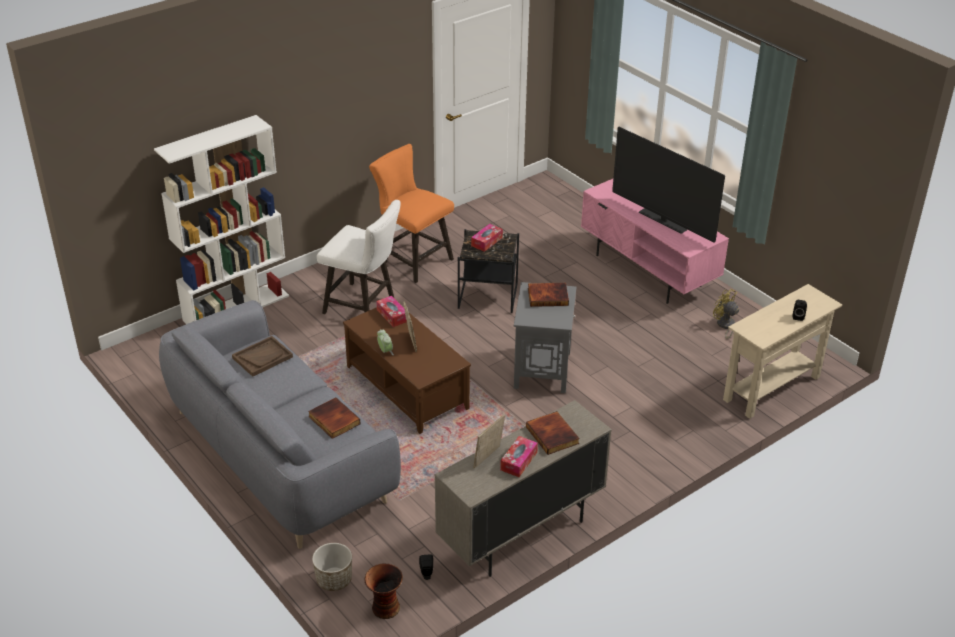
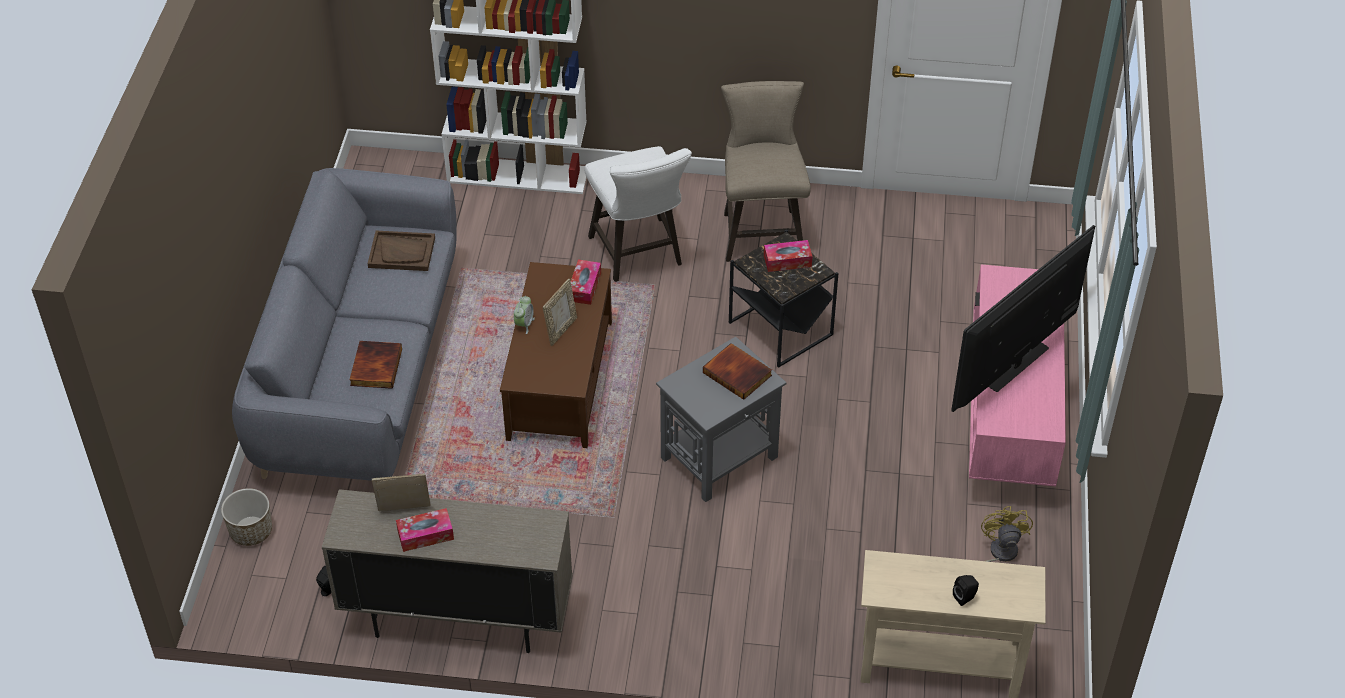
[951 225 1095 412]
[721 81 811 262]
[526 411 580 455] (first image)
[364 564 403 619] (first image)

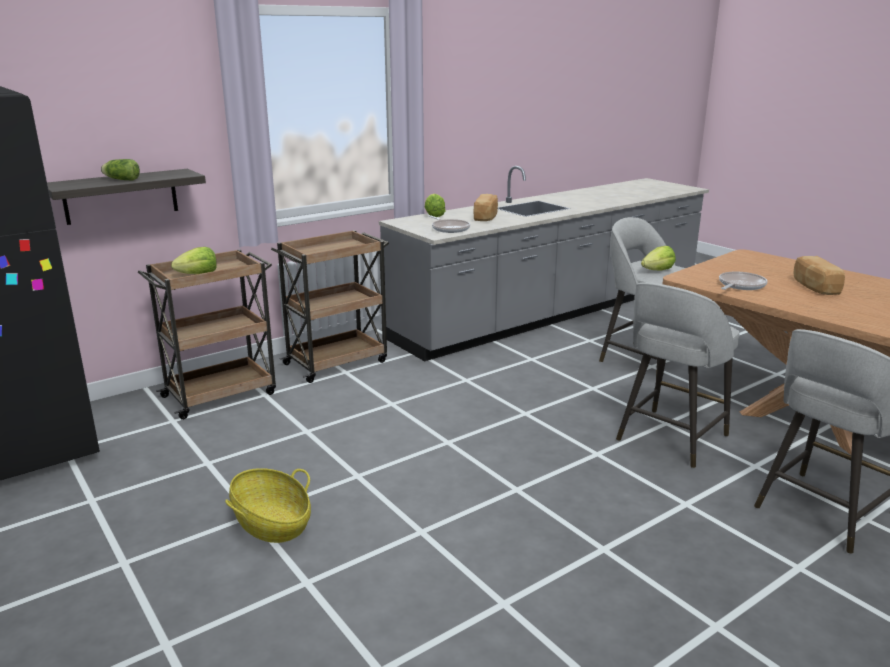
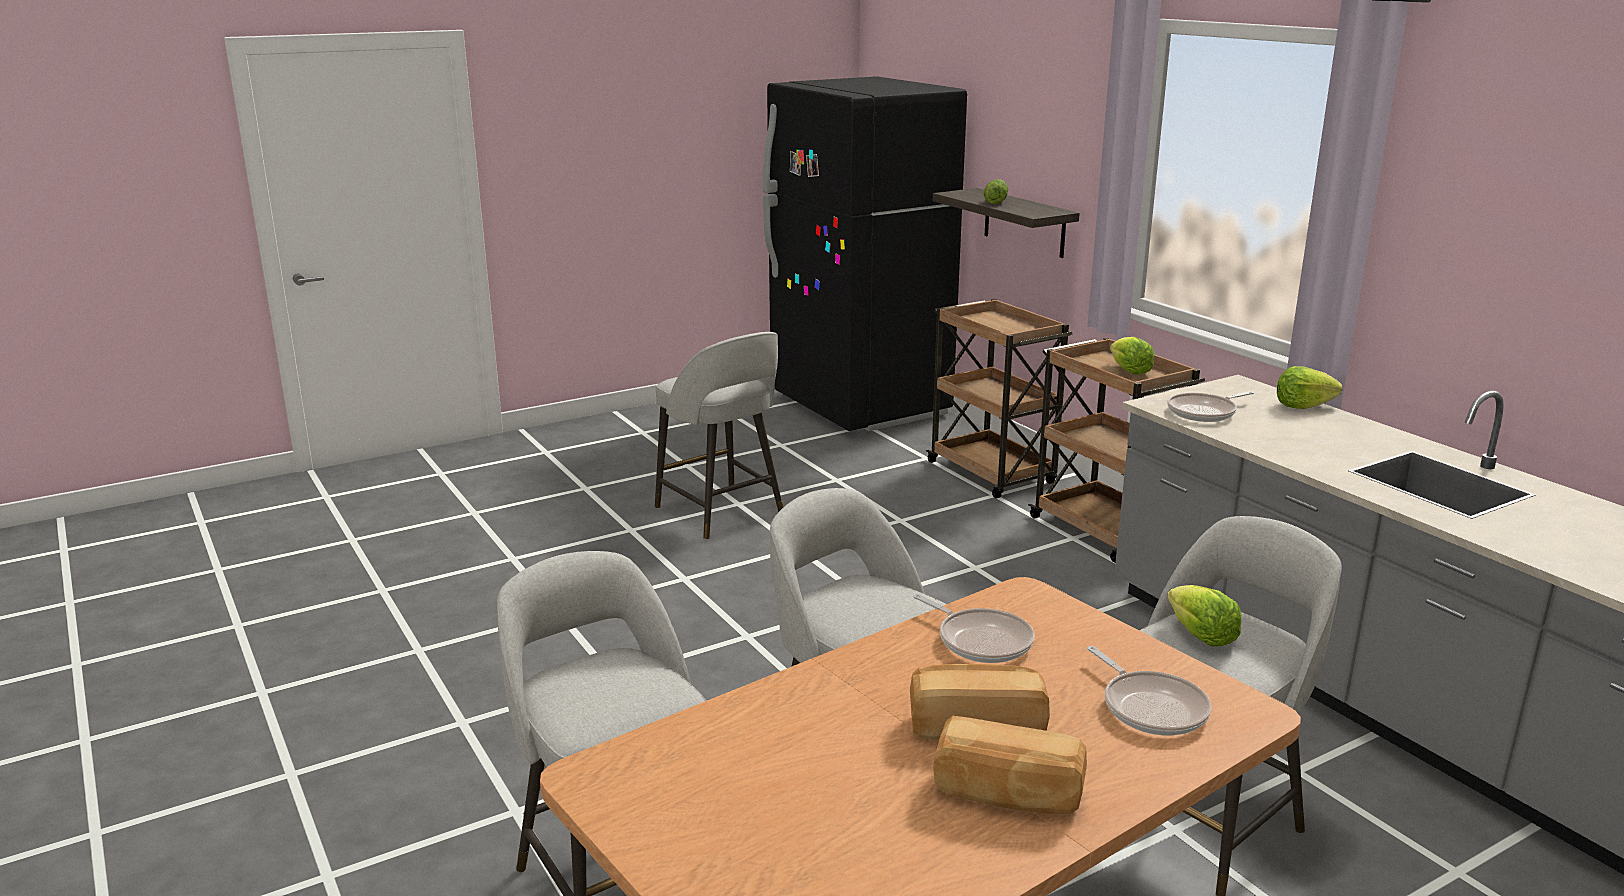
[933 716 1087 814]
[1110 337 1154 375]
[655 332 783 540]
[1087 646 1211 736]

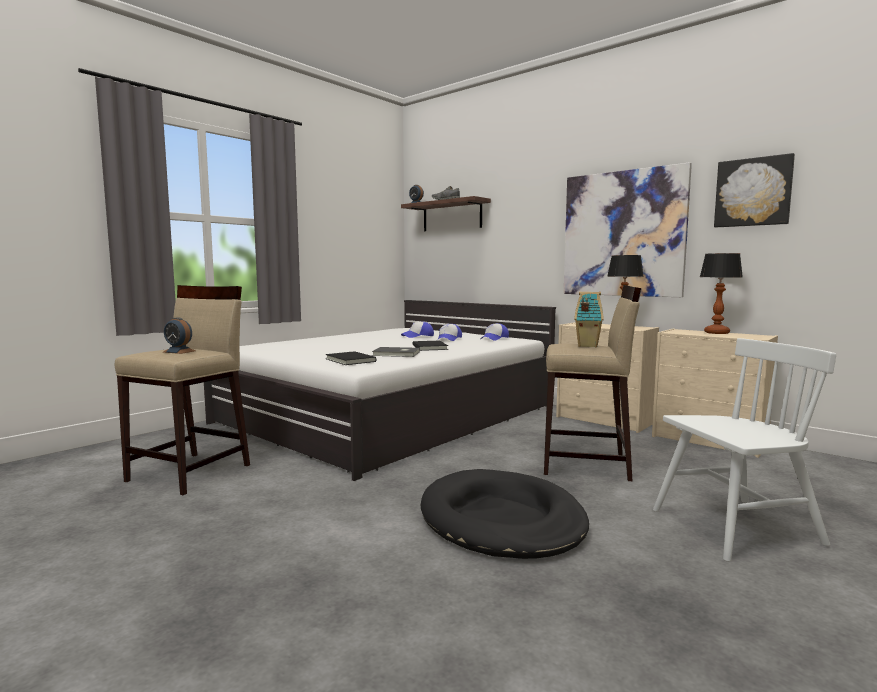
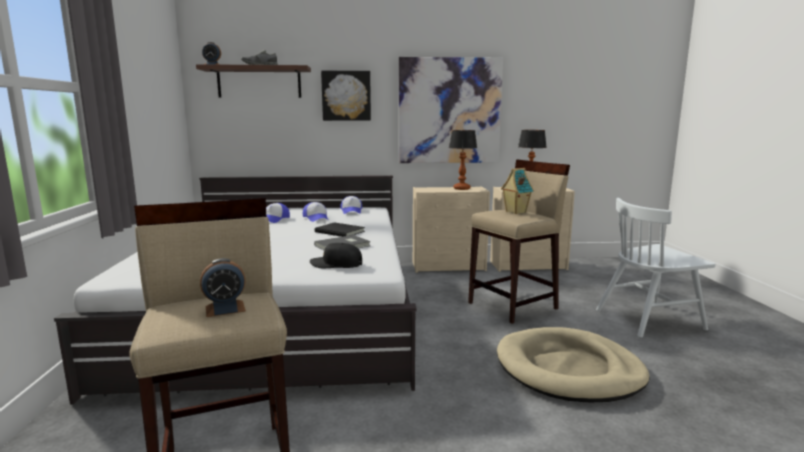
[321 71 371 121]
[596 198 715 338]
[310 243 362 268]
[497 327 649 402]

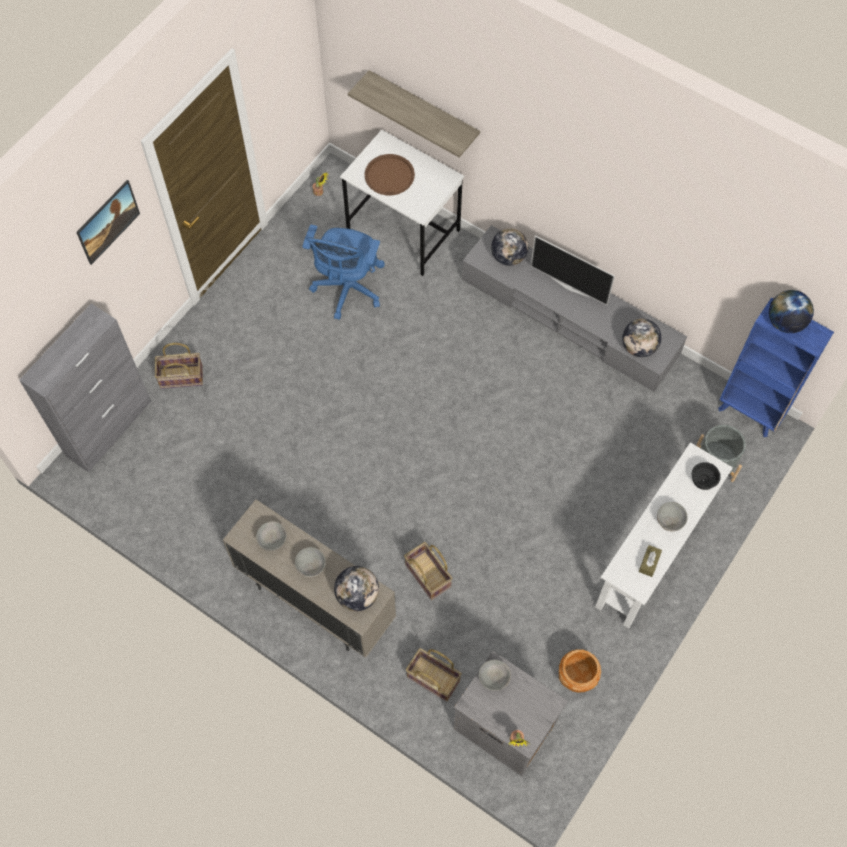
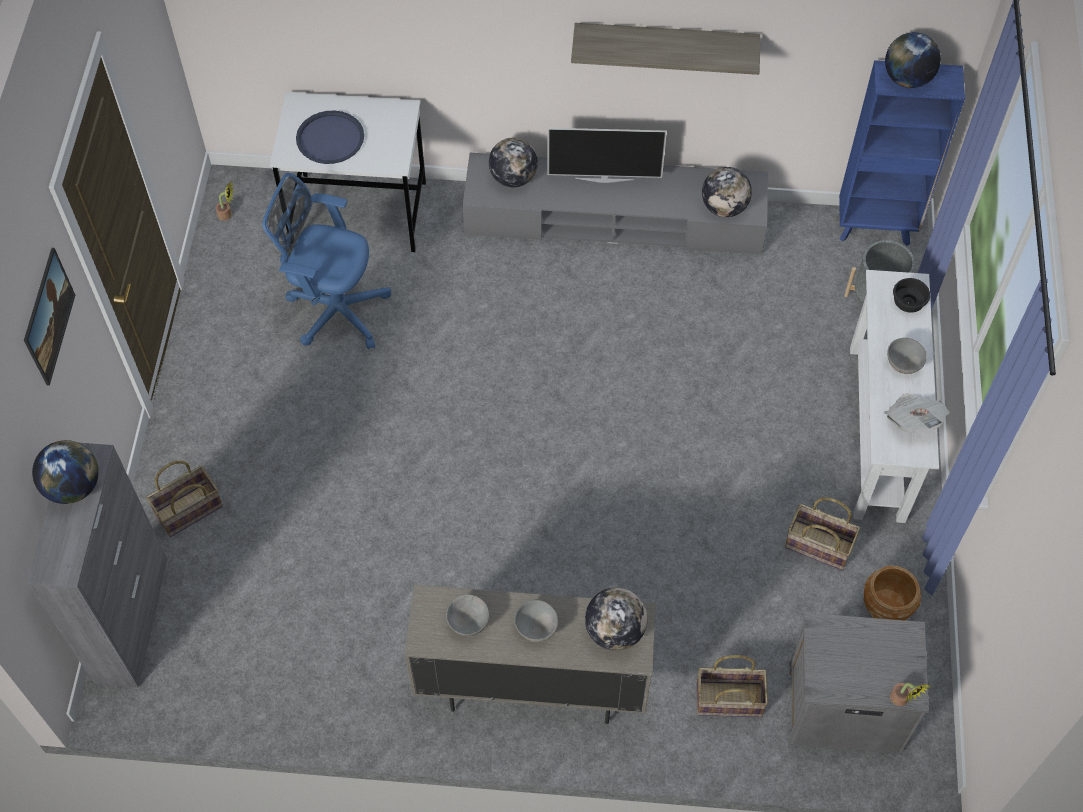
[571 23 760 75]
[296 111 364 164]
[262 173 391 350]
[785 497 860 570]
[884 393 950 433]
[479 660 511 691] (first image)
[32 440 99 504]

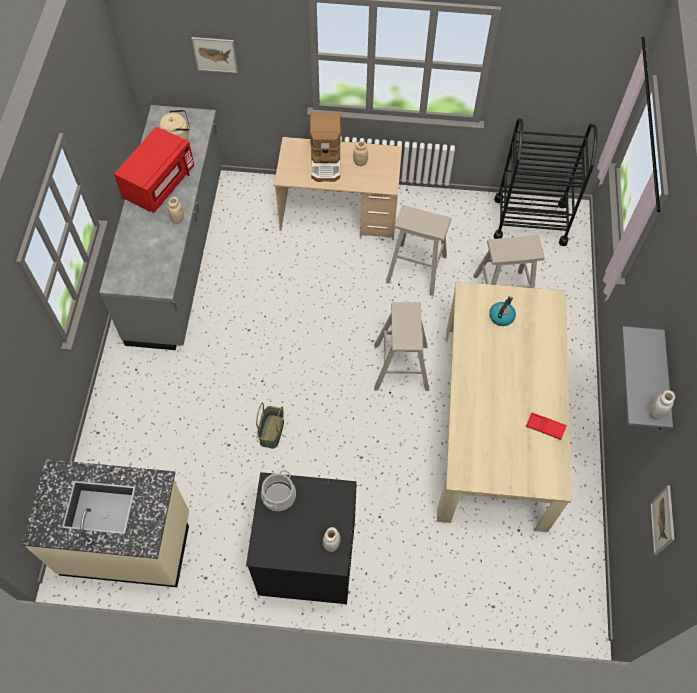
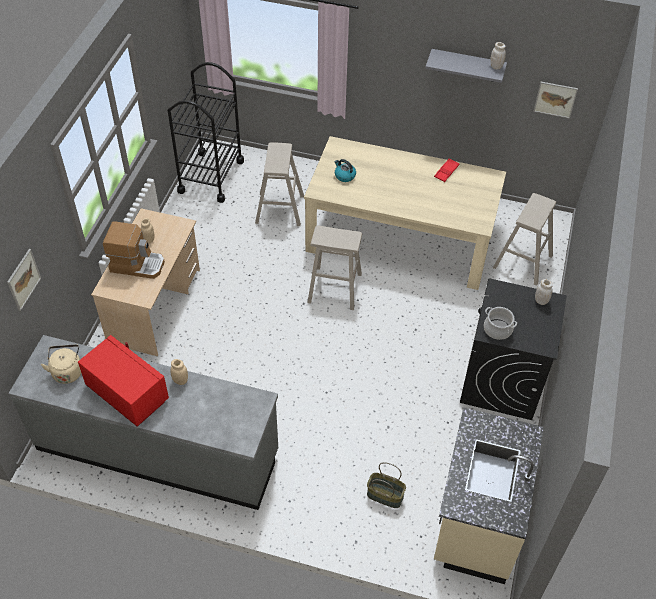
[493 193 556 286]
[367 462 406 508]

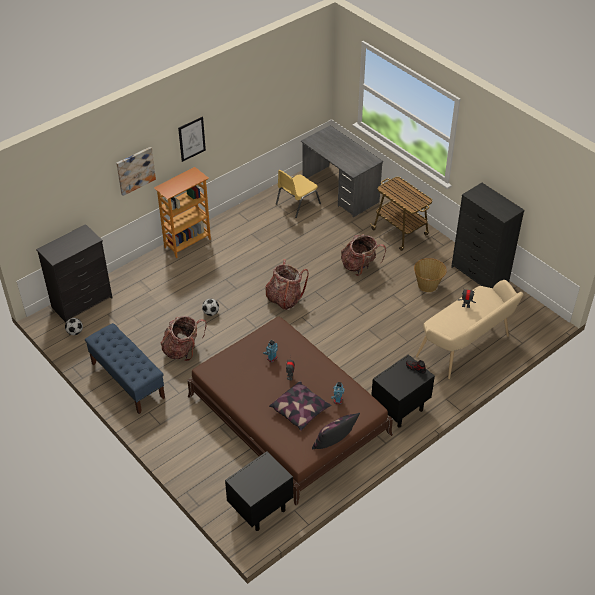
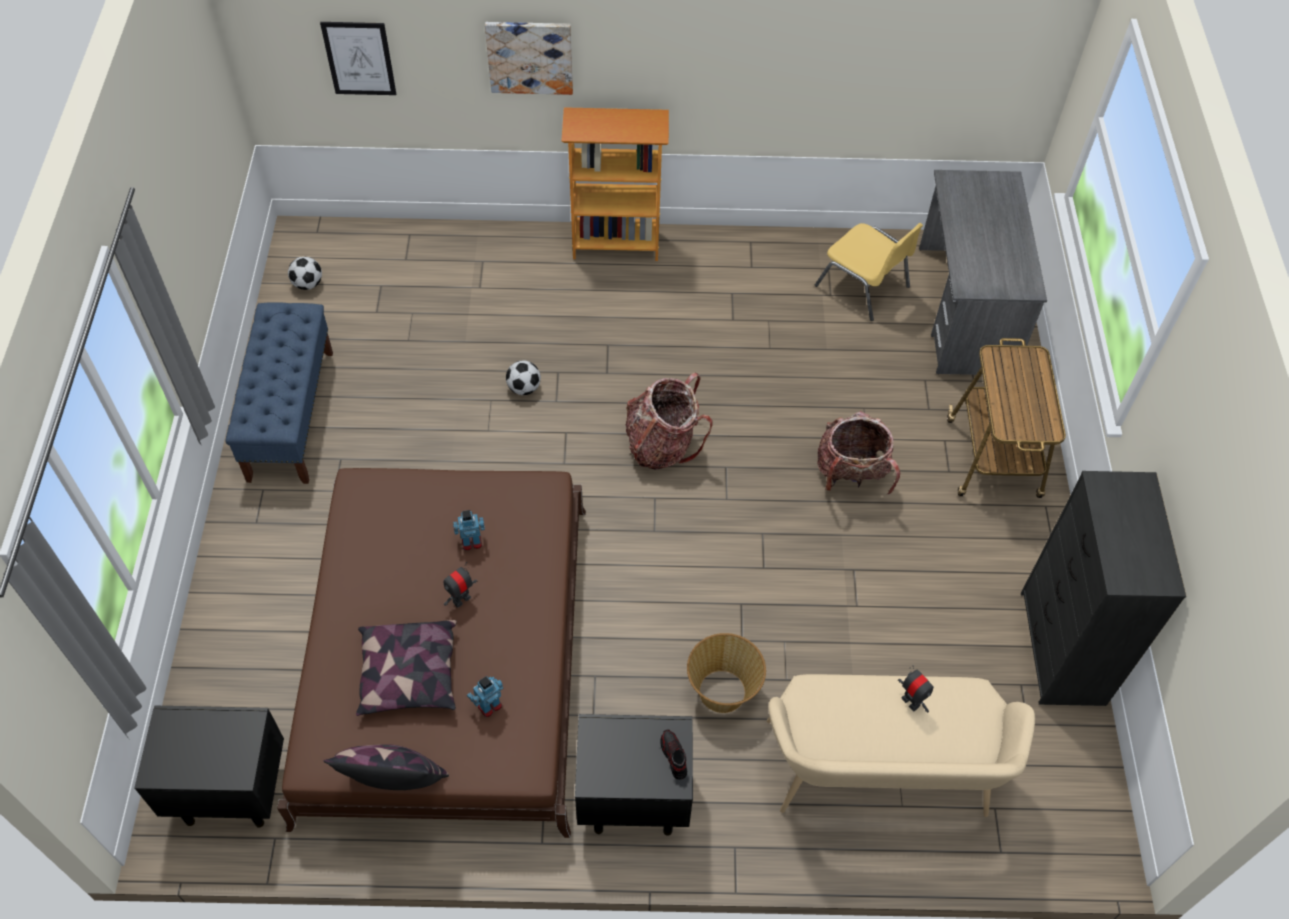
[320 22 396 95]
[815 223 923 321]
[36 224 112 322] (first image)
[687 633 766 713]
[161 316 207 361] (first image)

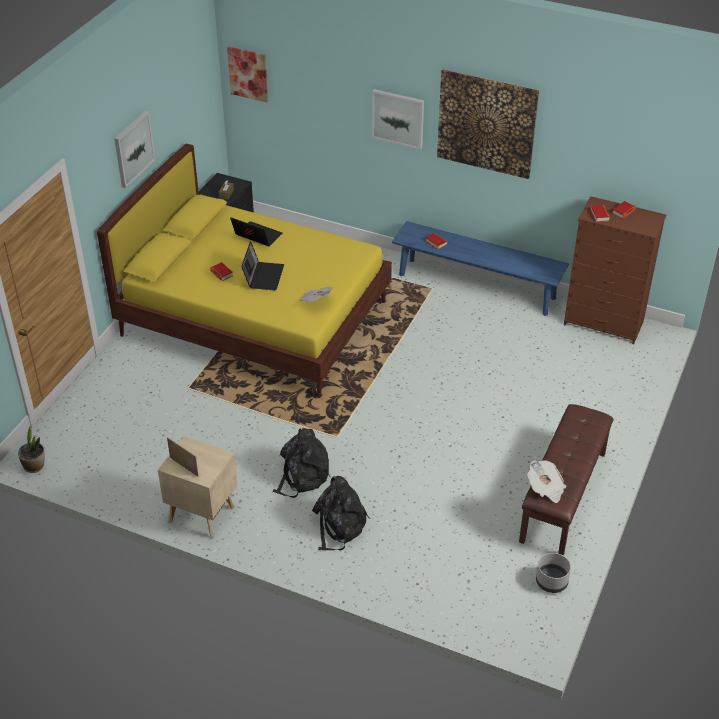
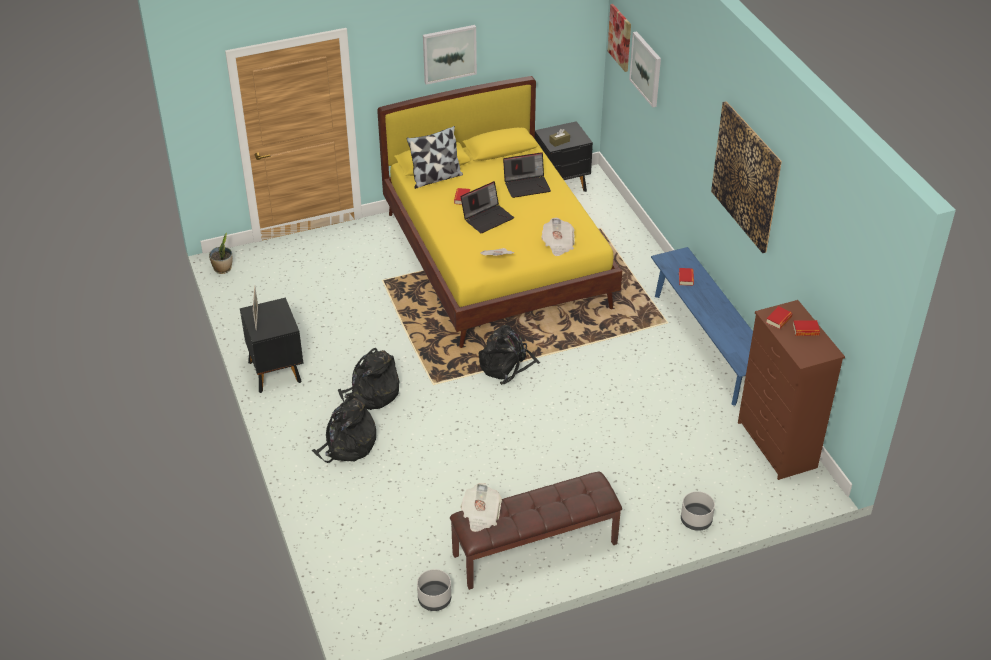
[629 31 661 107]
[503 152 551 198]
[240 297 304 393]
[406 126 463 189]
[541 218 575 256]
[479 325 540 385]
[681 491 715 531]

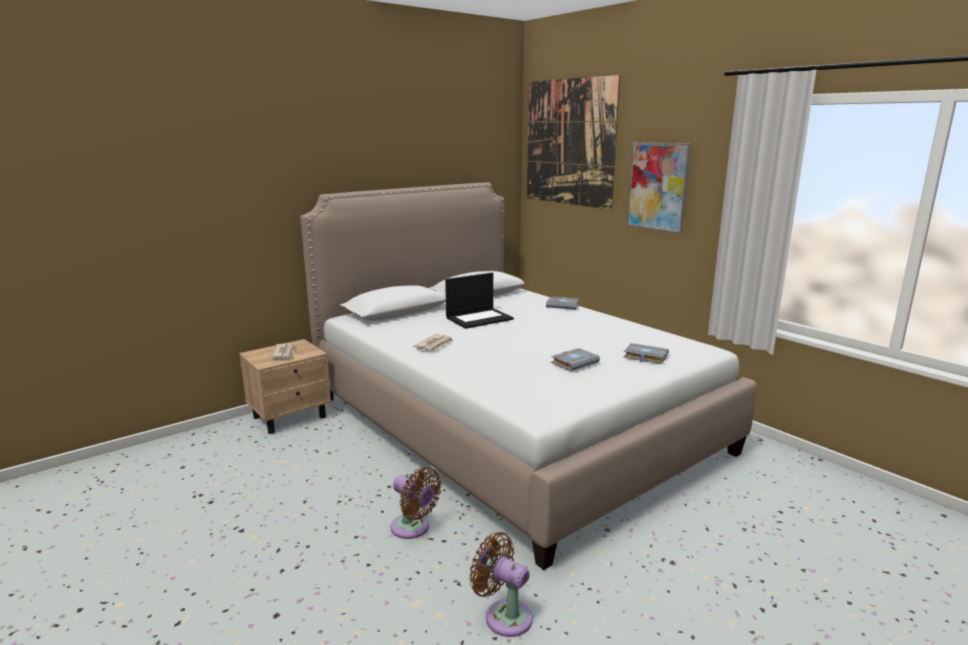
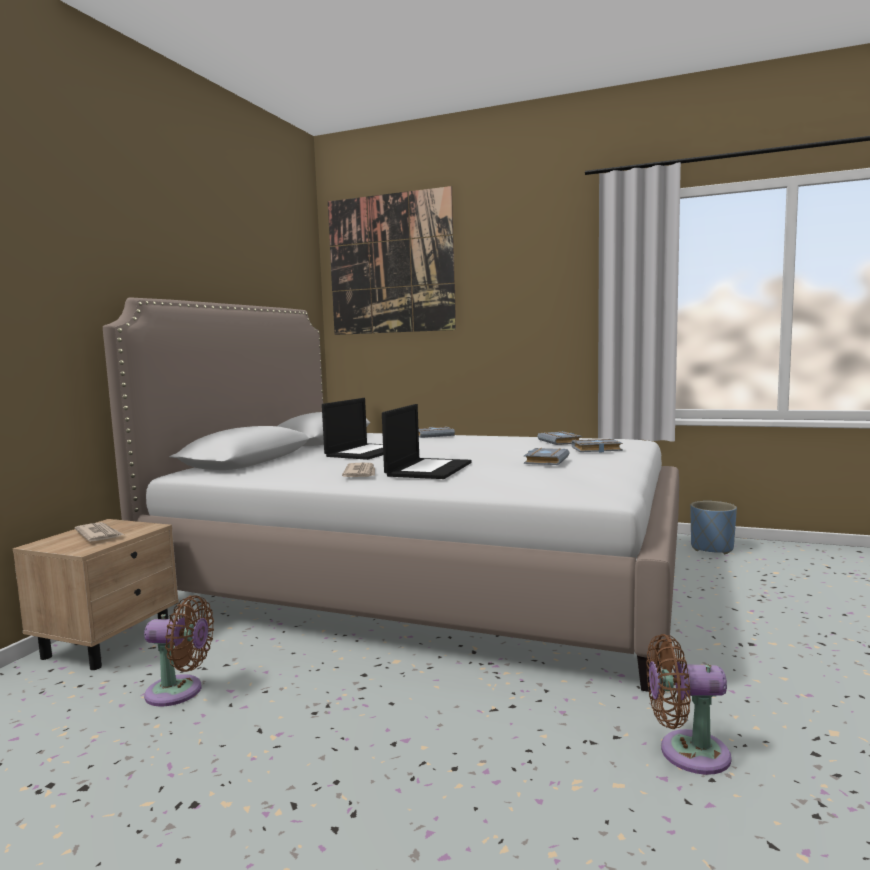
[627 142 691 234] (first image)
[144 595 214 707]
[382 404 471 479]
[537 431 582 445]
[691 501 737 554]

